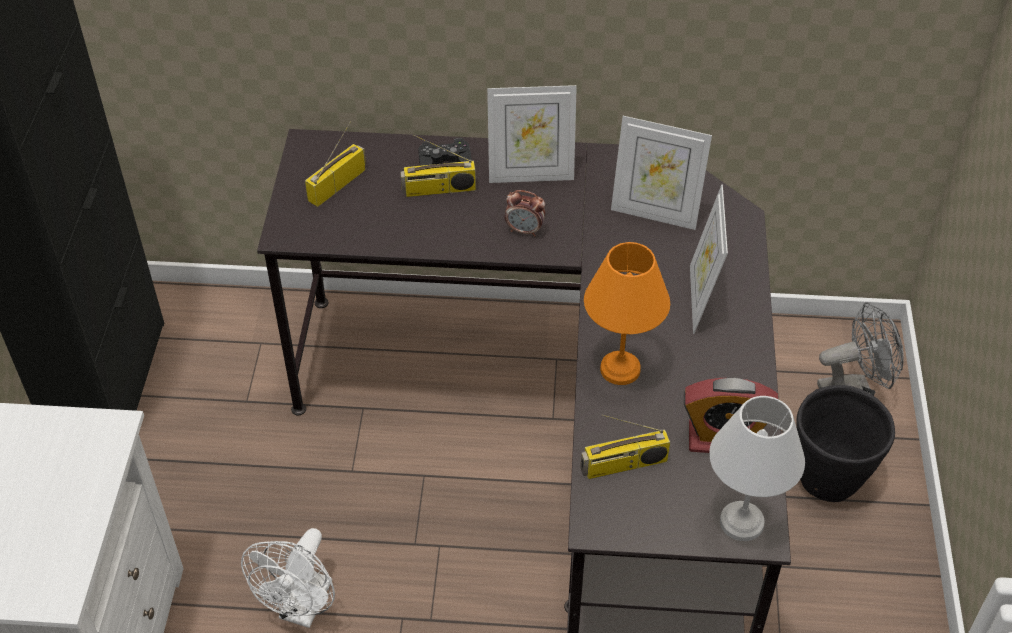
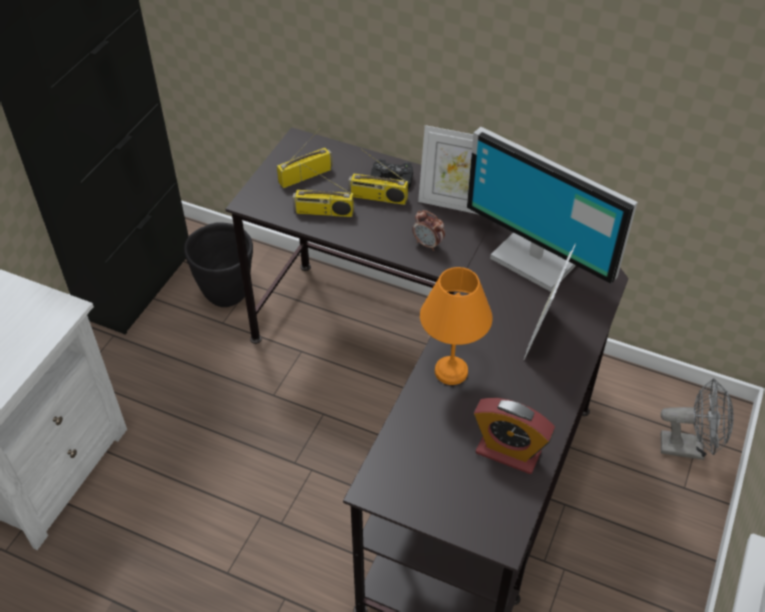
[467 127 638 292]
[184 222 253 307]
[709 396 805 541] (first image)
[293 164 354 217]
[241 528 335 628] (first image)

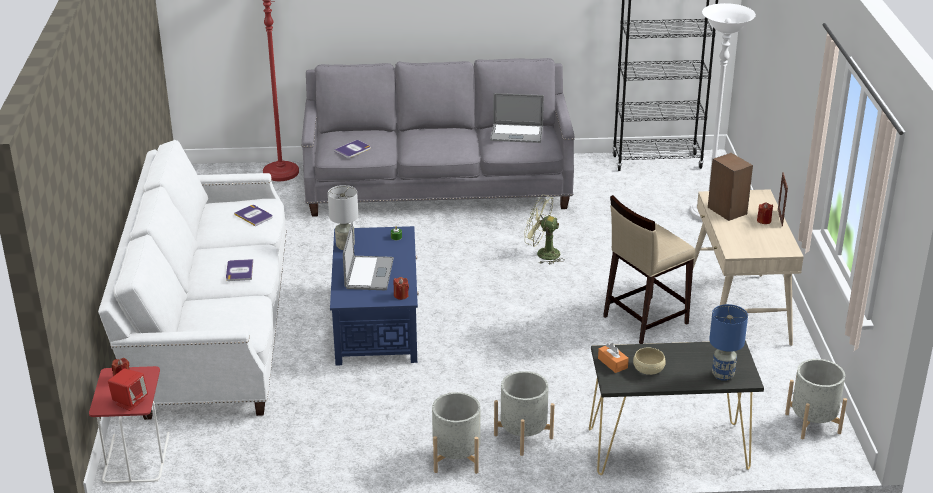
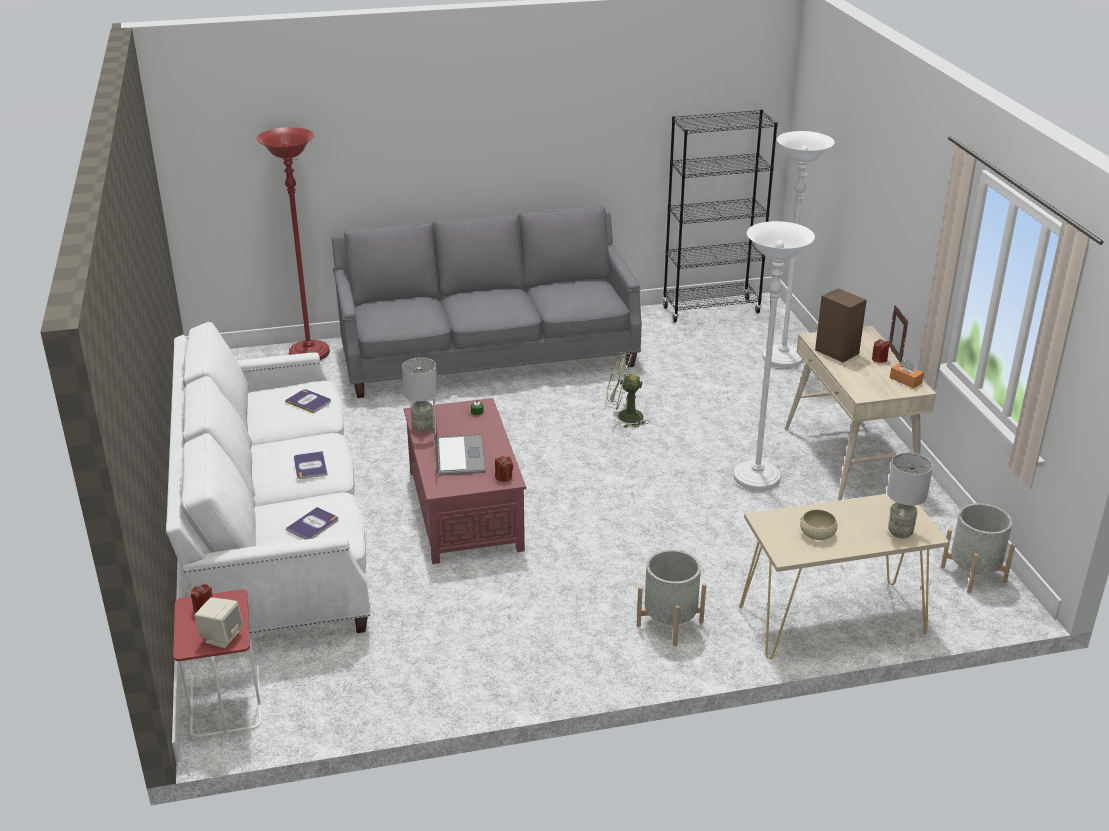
[490 93 544 143] (first image)
[286 507 338 540]
[733 221 815 491]
[404 398 526 564]
[887 452 933 538]
[740 494 950 659]
[890 360 924 388]
[195 597 243 648]
[432 392 481 474] (first image)

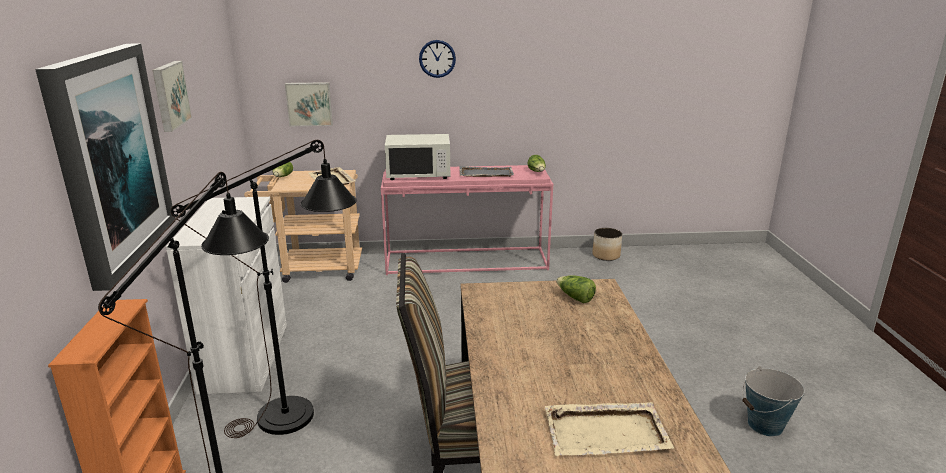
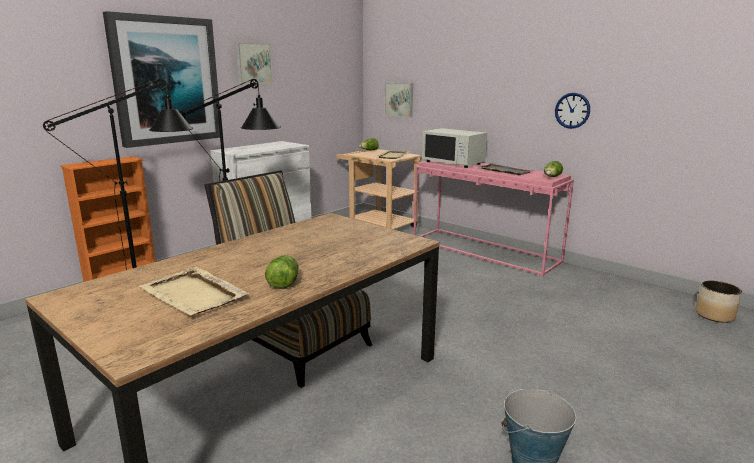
[555 93 590 129]
[695 281 742 323]
[265 255 299 289]

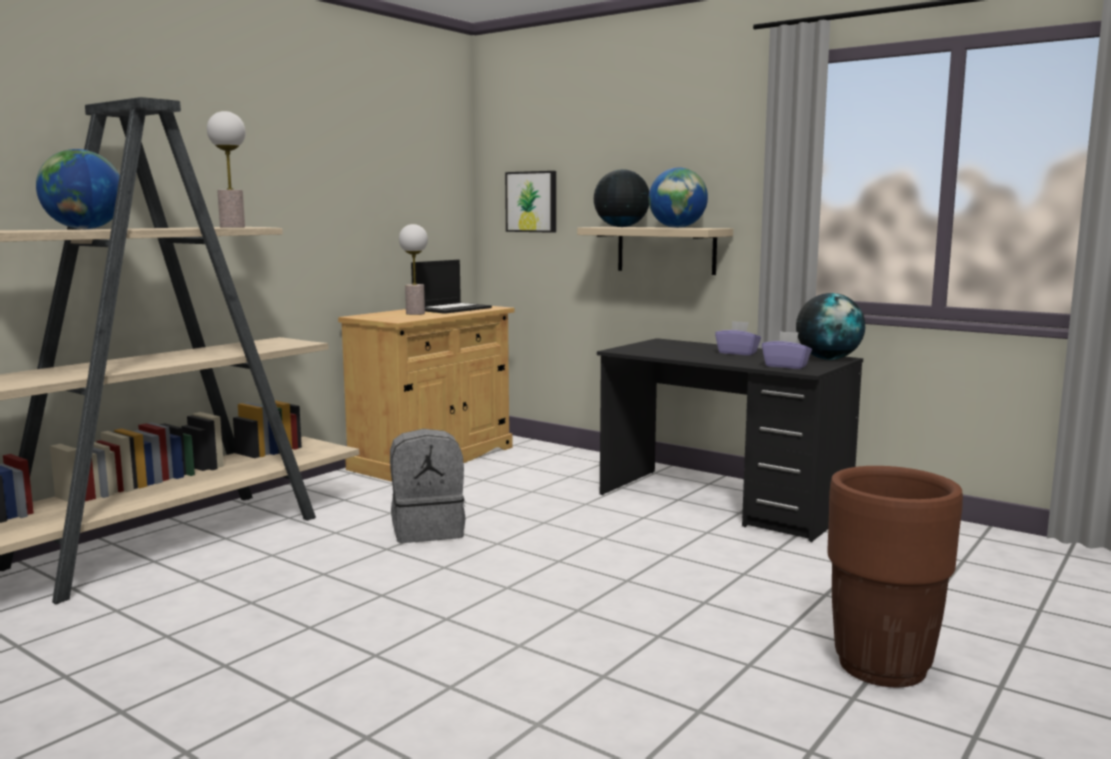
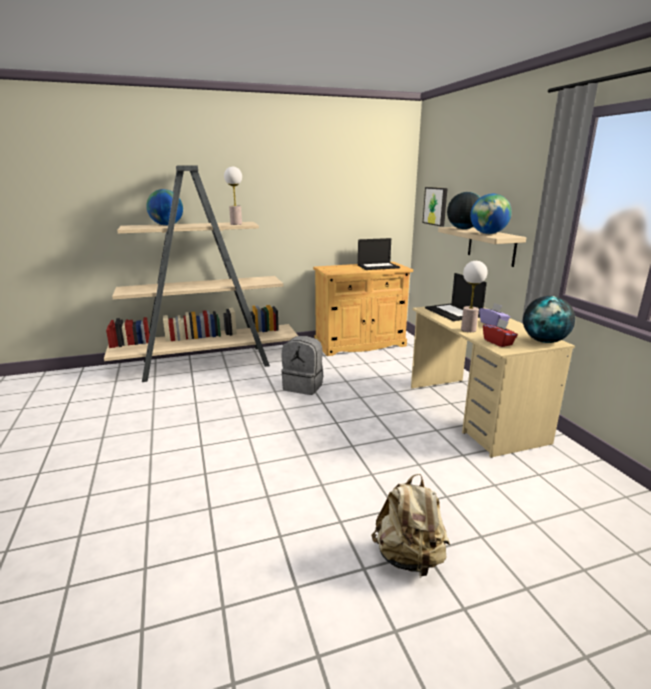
[461 261 487 332]
[483 318 518 347]
[411 306 575 458]
[371 474 450 576]
[425 273 487 321]

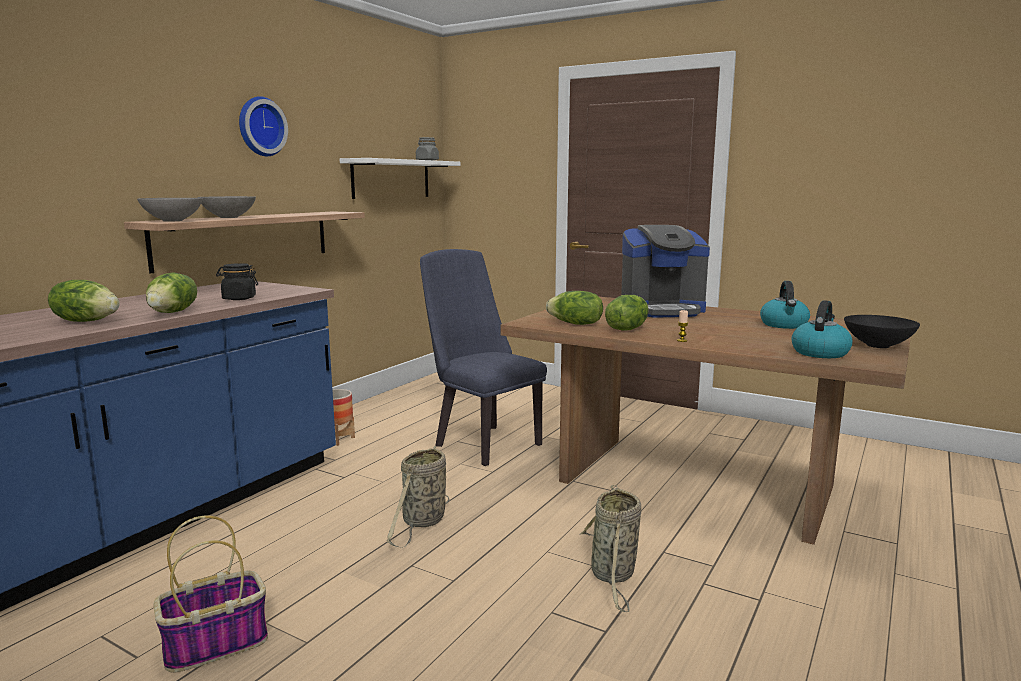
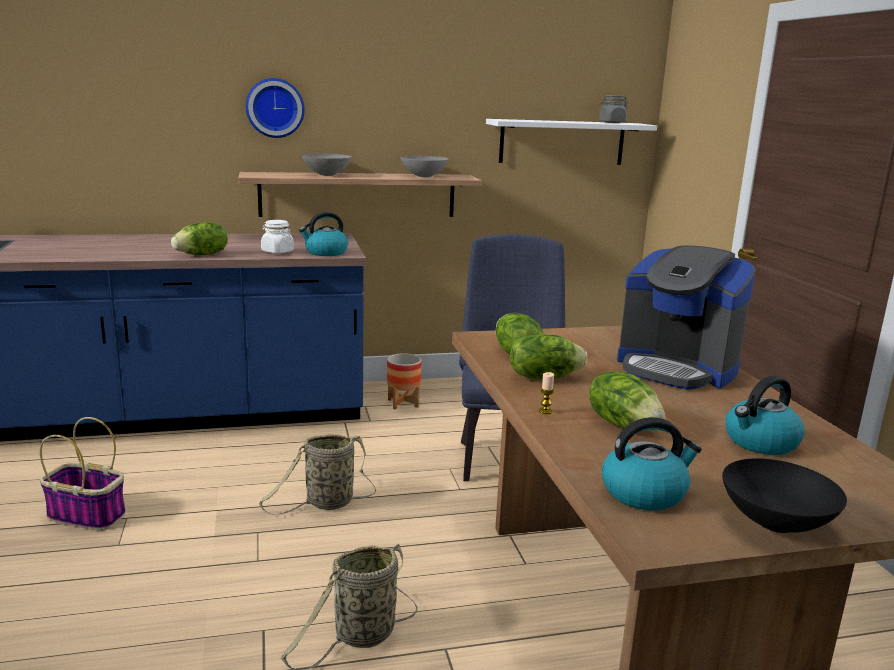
[246 78 305 138]
[400 156 449 177]
[261 220 294 254]
[589 371 666 430]
[299 212 348 256]

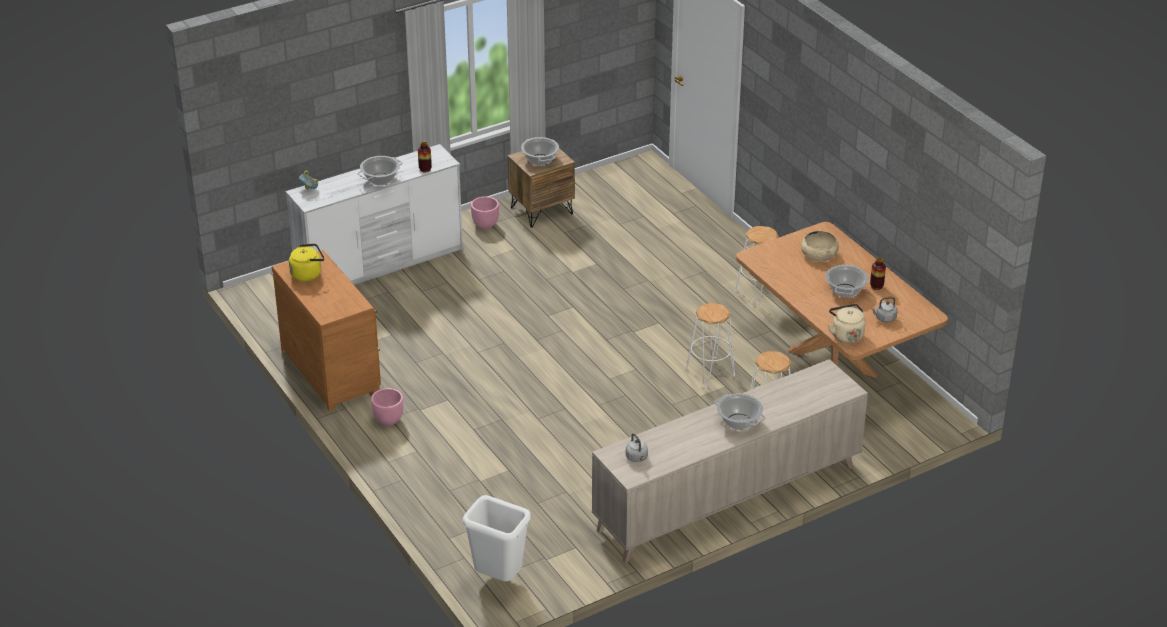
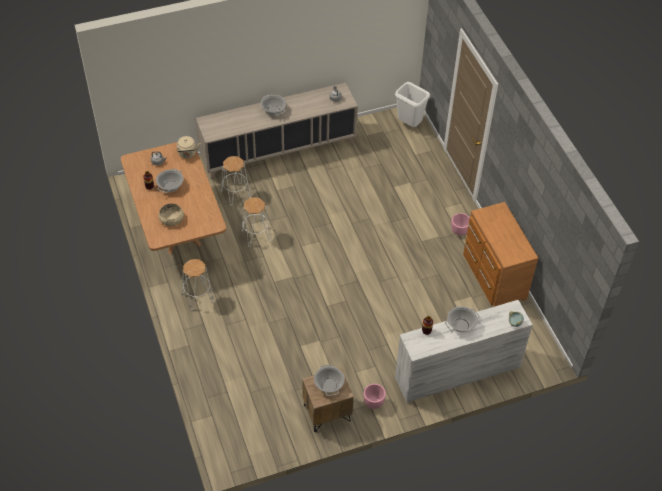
[289 244 324 281] (first image)

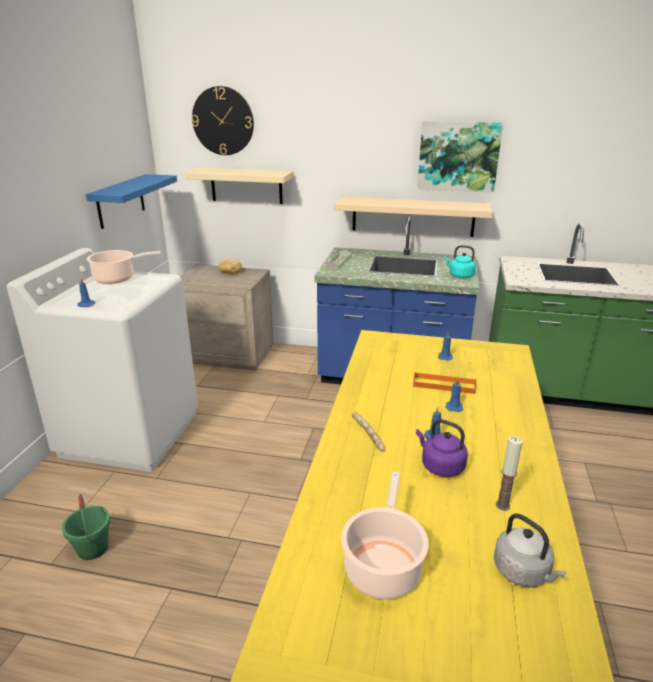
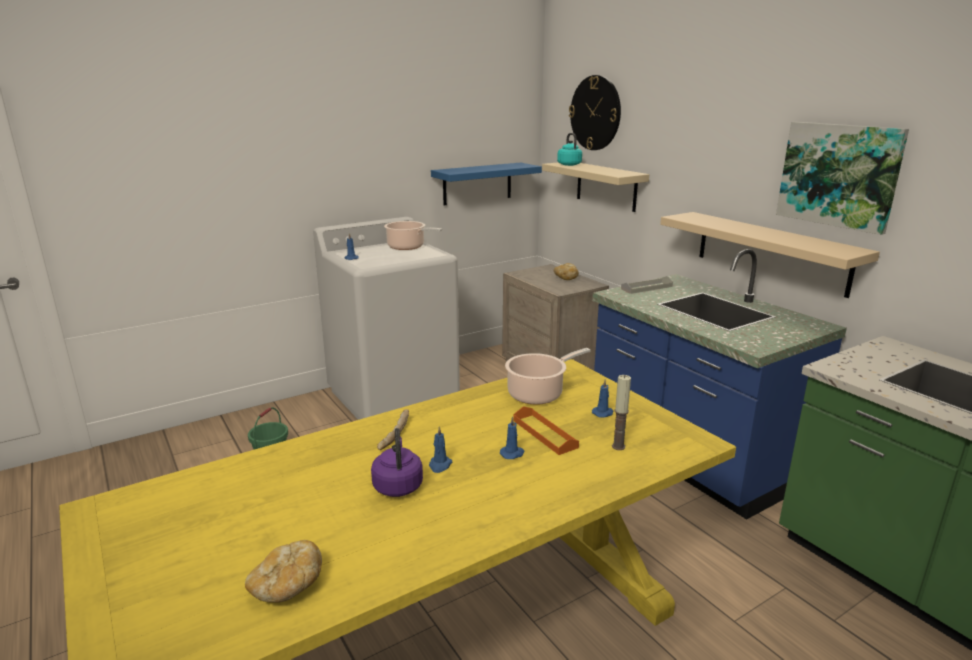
[557 133 582 166]
[612 375 631 450]
[505 348 591 405]
[245 540 322 603]

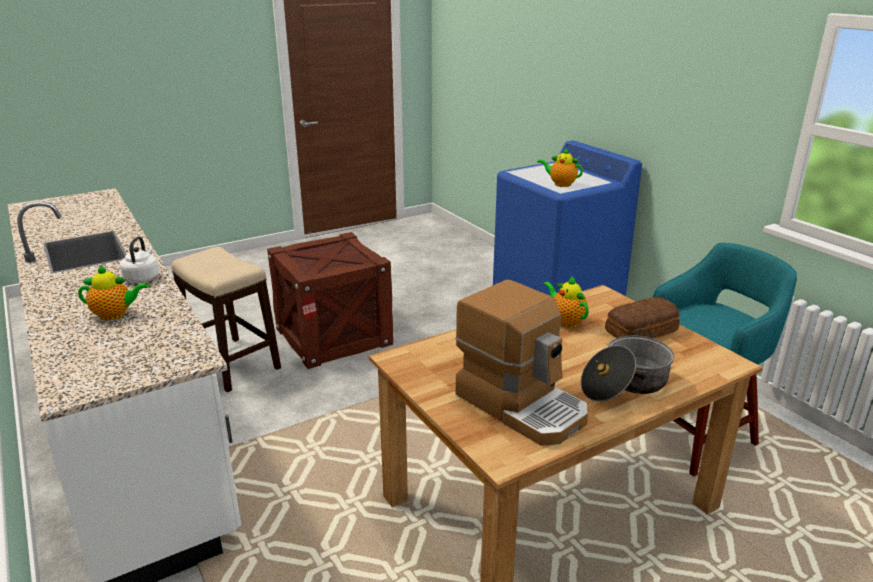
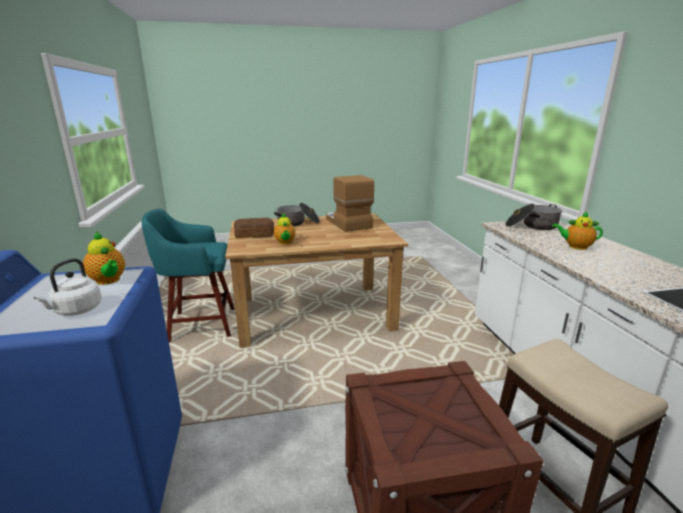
[34 258 102 316]
[505 203 562 230]

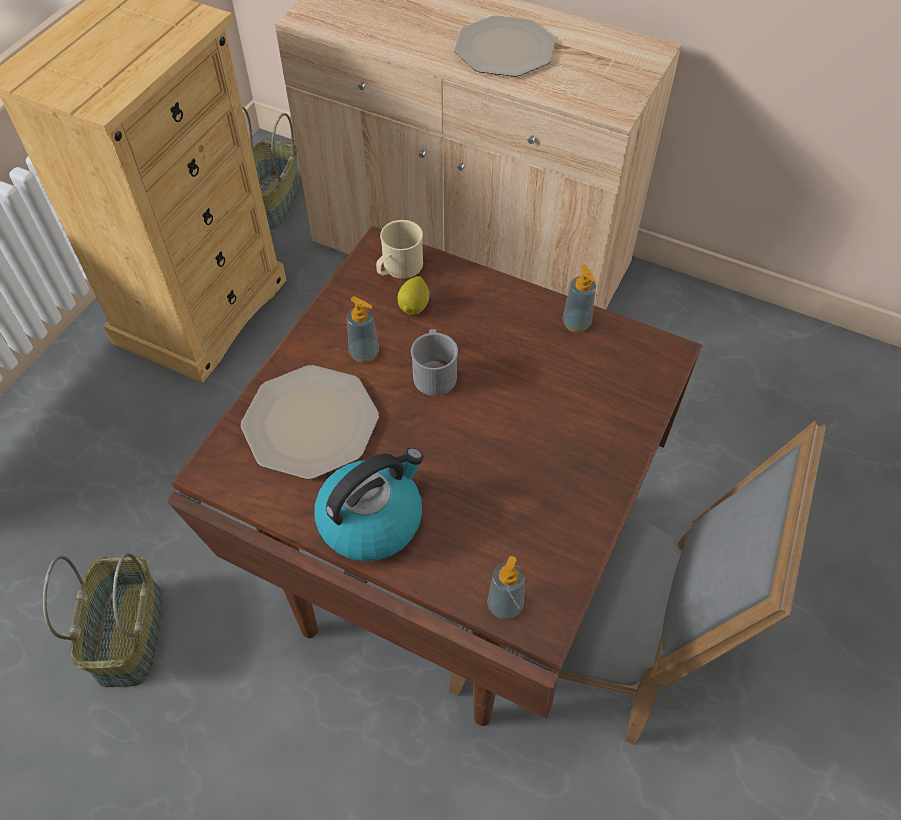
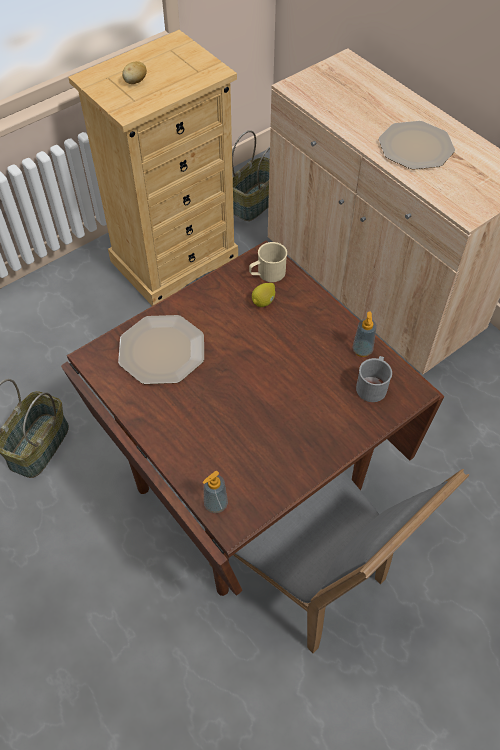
[347 296 379 363] (first image)
[356 356 392 402]
[314 448 423 562] (first image)
[122 61 147 84]

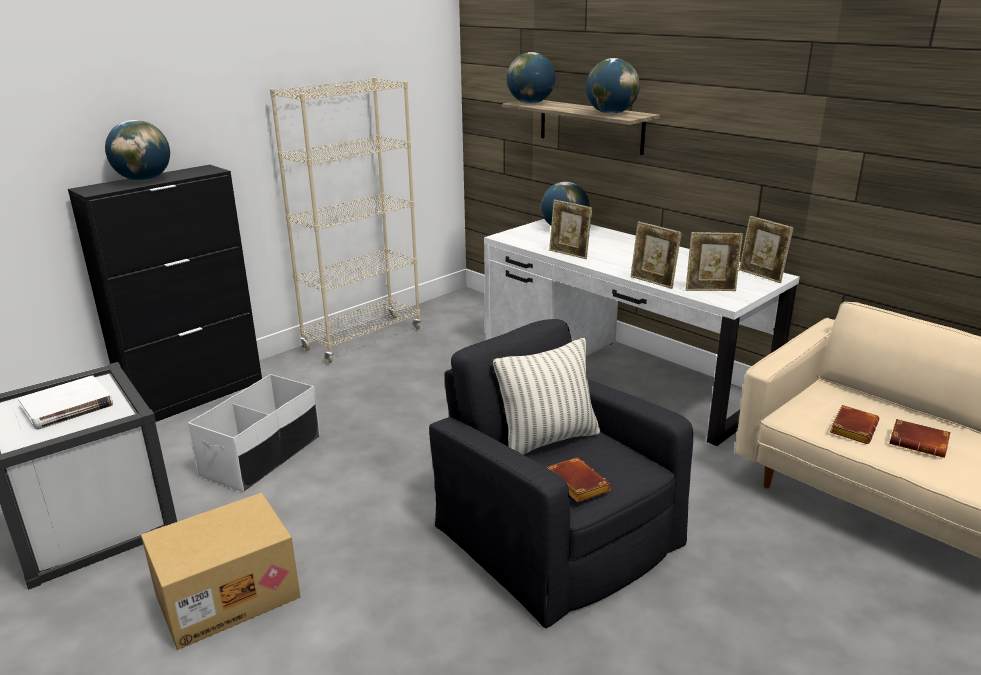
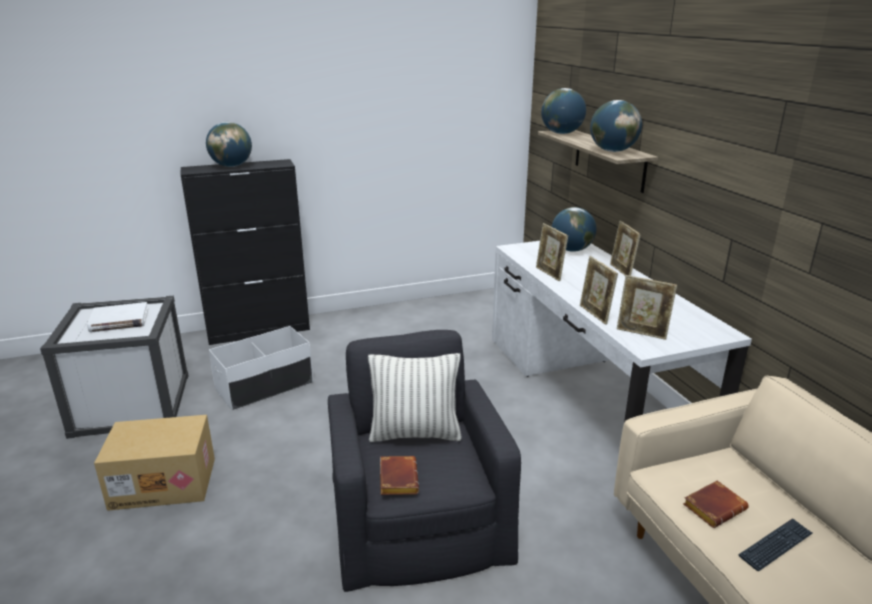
[270 77 421 363] (first image)
[610 221 641 276]
[739 518 813 571]

